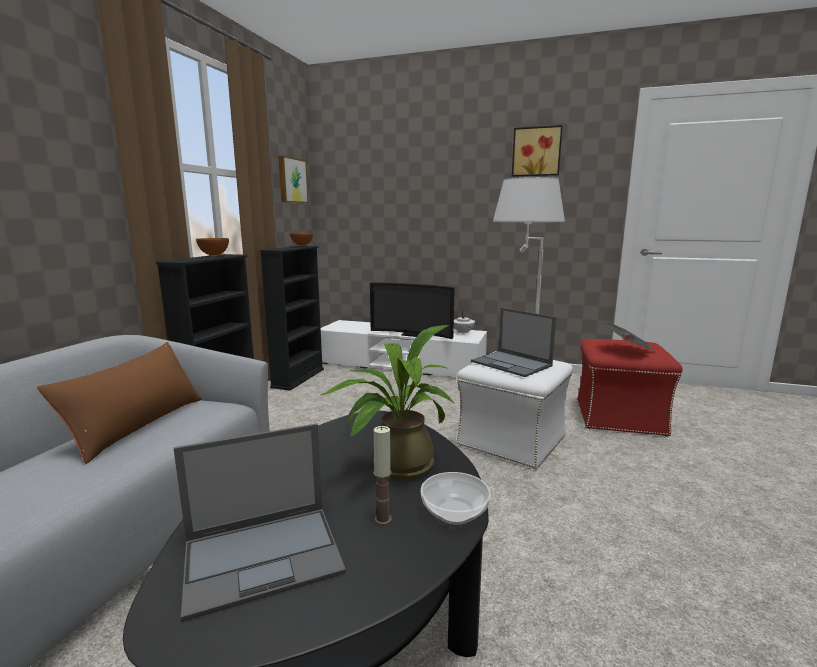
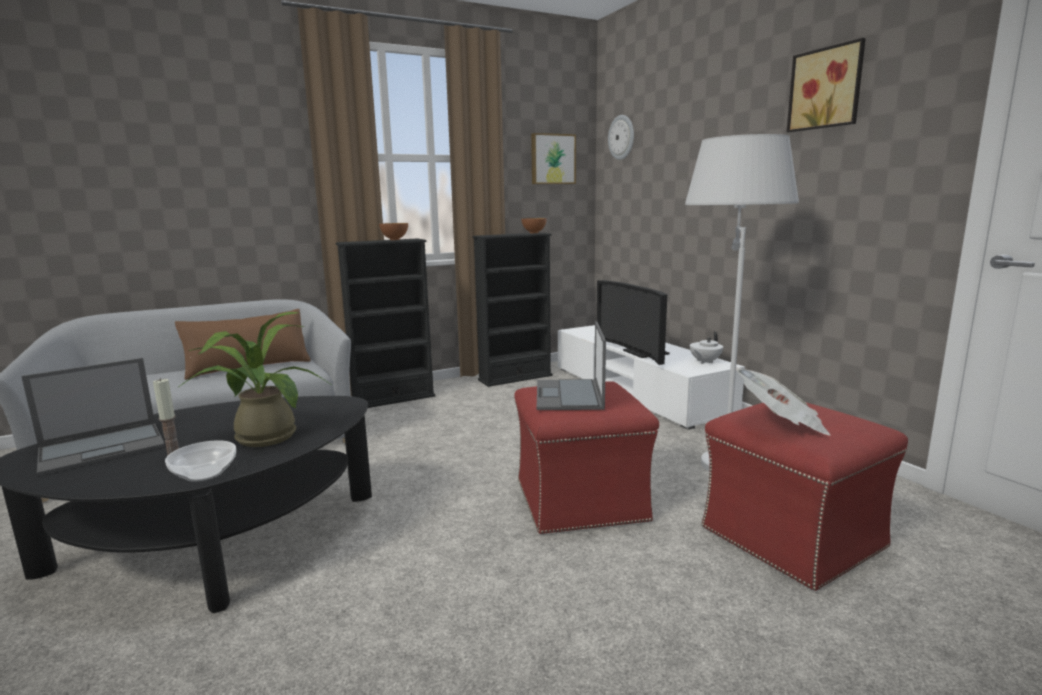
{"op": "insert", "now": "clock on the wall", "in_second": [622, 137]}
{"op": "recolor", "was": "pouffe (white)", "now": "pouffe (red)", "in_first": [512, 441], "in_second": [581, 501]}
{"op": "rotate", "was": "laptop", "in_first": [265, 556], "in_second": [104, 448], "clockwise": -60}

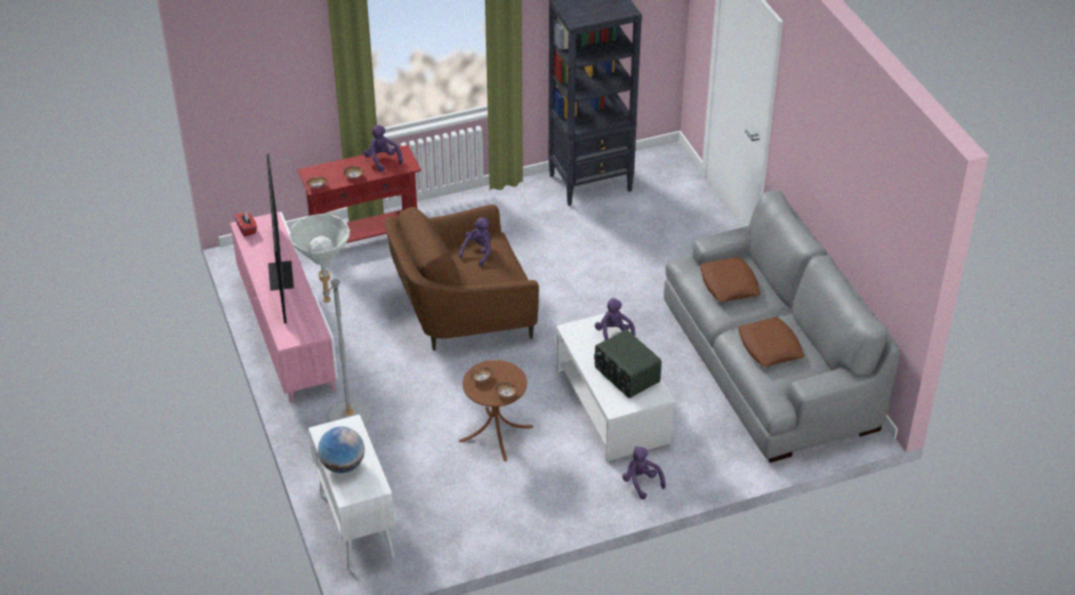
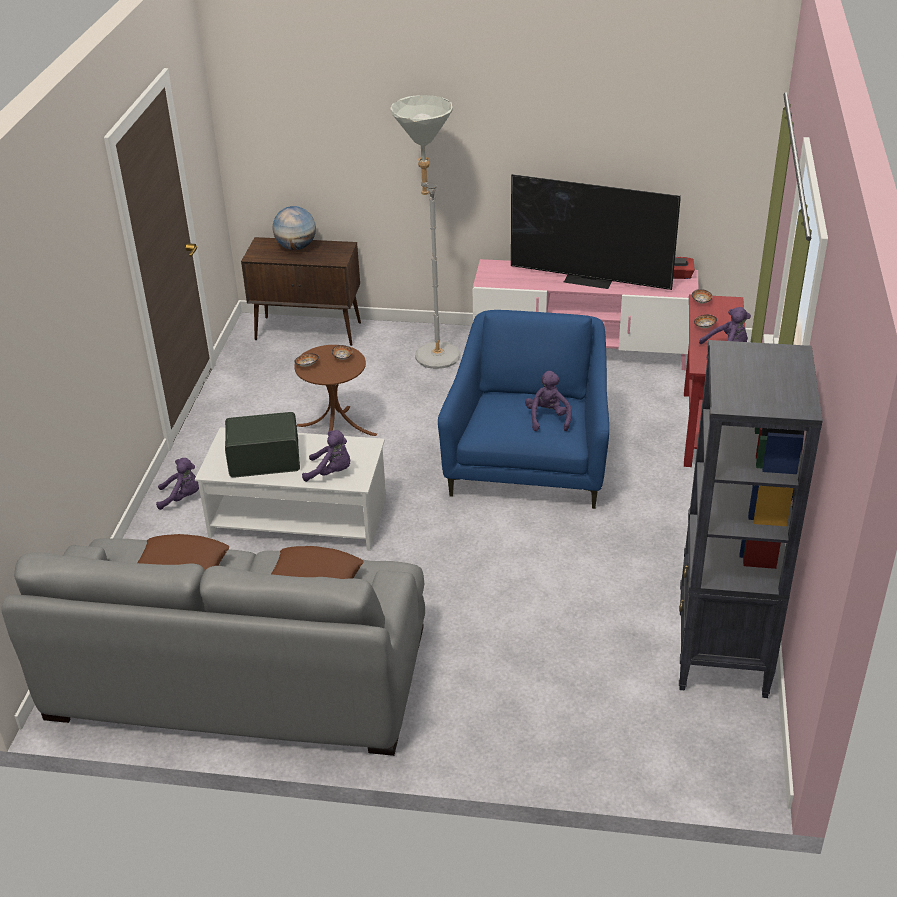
{"op": "recolor", "was": "storage cabinet (white)", "now": "storage cabinet (brown)", "in_first": [356, 524], "in_second": [309, 331]}
{"op": "recolor", "was": "lounge chair (brown)", "now": "lounge chair (bluish)", "in_first": [462, 313], "in_second": [529, 460]}
{"op": "rotate", "was": "plush toy (purplish)", "in_first": [478, 252], "in_second": [548, 418], "clockwise": -150}

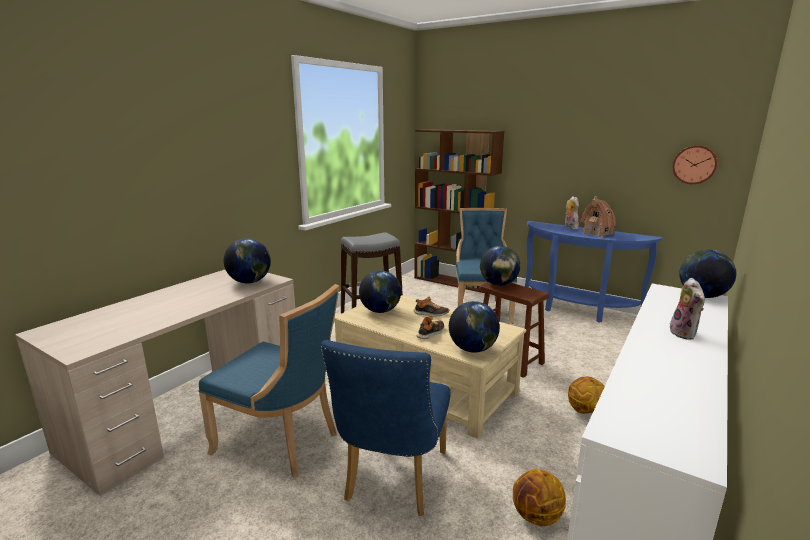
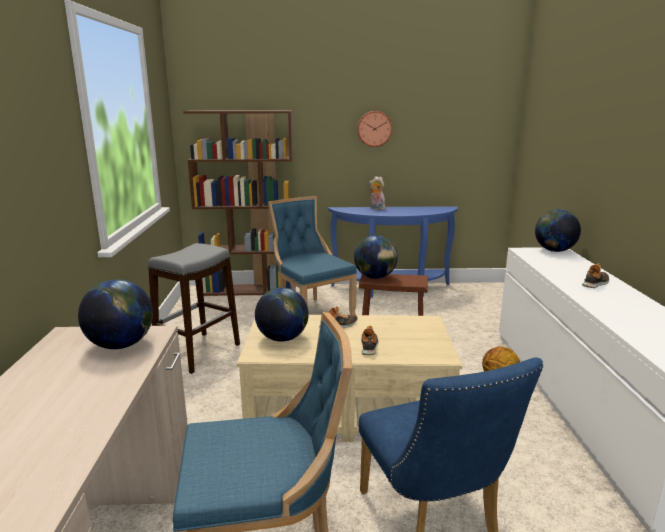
{"op": "delete", "was": "world globe", "in_first": [472, 349]}
{"op": "delete", "was": "basketball", "in_first": [536, 516]}
{"op": "delete", "was": "miniature house", "in_first": [597, 234]}
{"op": "move", "was": "clock on the wall", "in_first": [694, 164], "in_second": [374, 128]}
{"op": "replace", "was": "plush toy", "now": "item of footwear", "in_first": [685, 334], "in_second": [596, 283]}

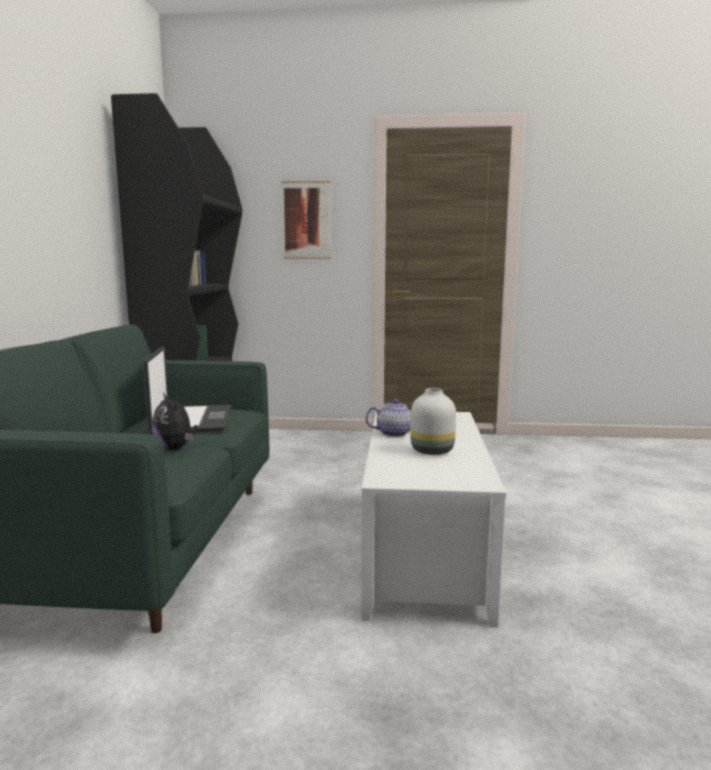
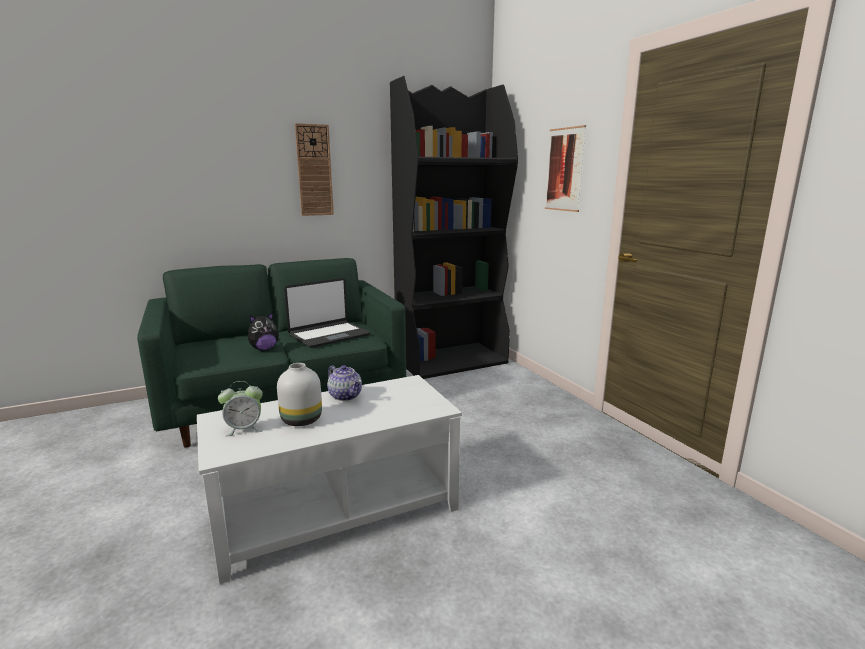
{"op": "insert", "now": "table clock", "in_second": [244, 429]}
{"op": "insert", "now": "clock on the wall", "in_second": [314, 170]}
{"op": "rotate", "was": "plush toy", "in_first": [176, 449], "in_second": [264, 349], "clockwise": -150}

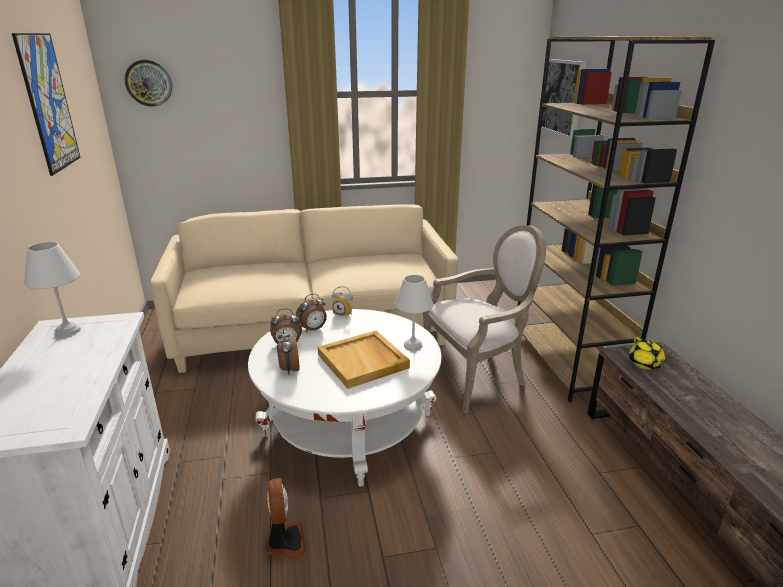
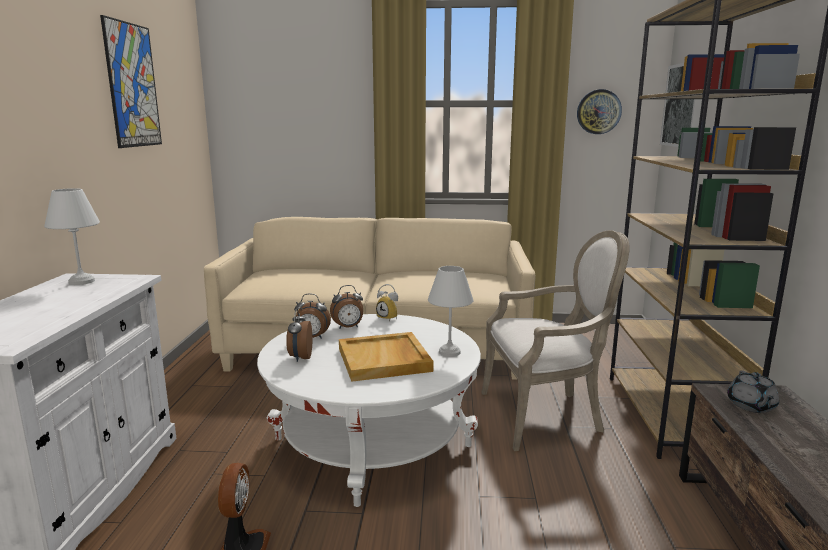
{"op": "move", "was": "clock on the wall", "in_first": [149, 83], "in_second": [598, 112]}
{"op": "recolor", "was": "tea pot (yellow)", "now": "tea pot (grey)", "in_first": [645, 364], "in_second": [751, 406]}

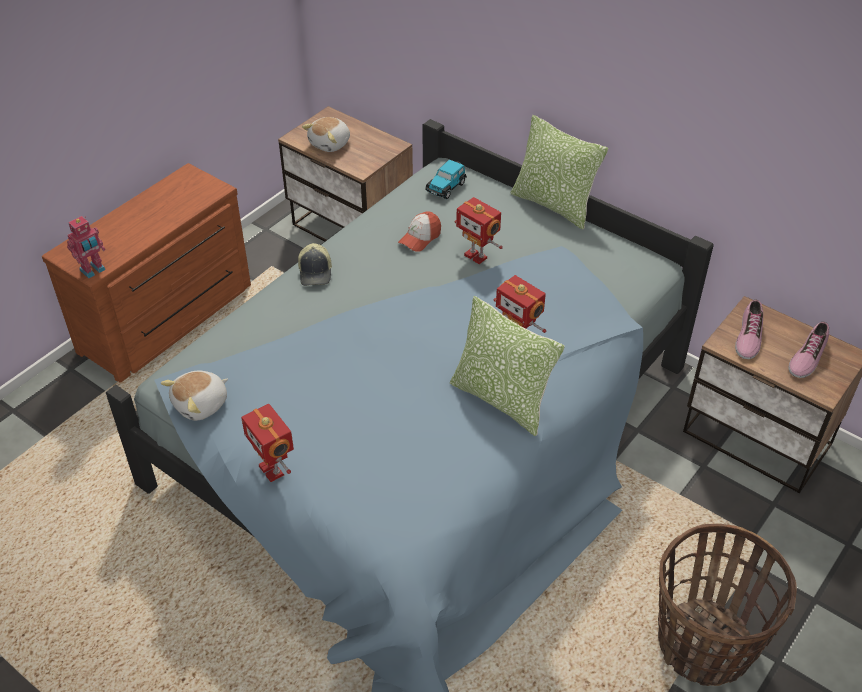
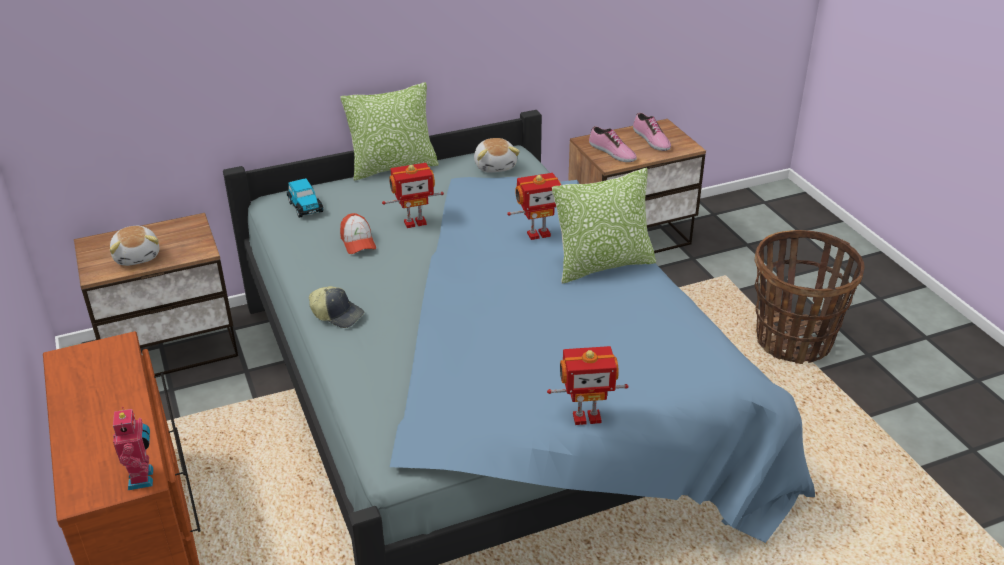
{"op": "move", "was": "plush toy", "in_first": [201, 404], "in_second": [495, 166]}

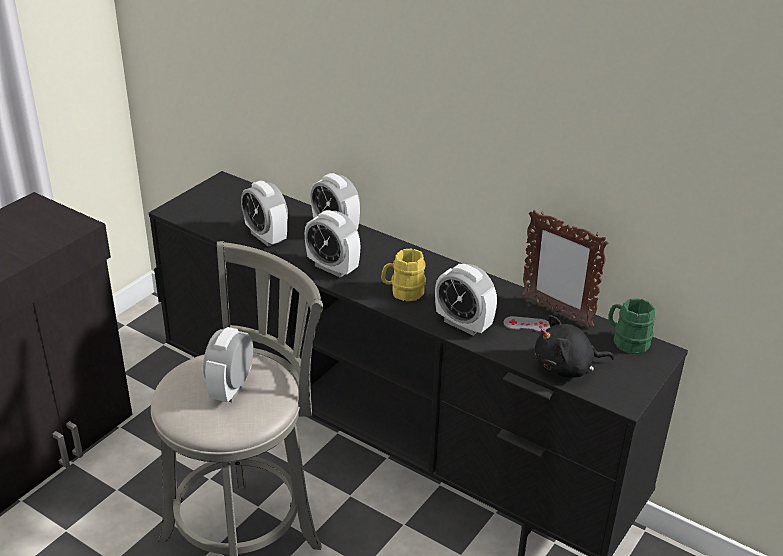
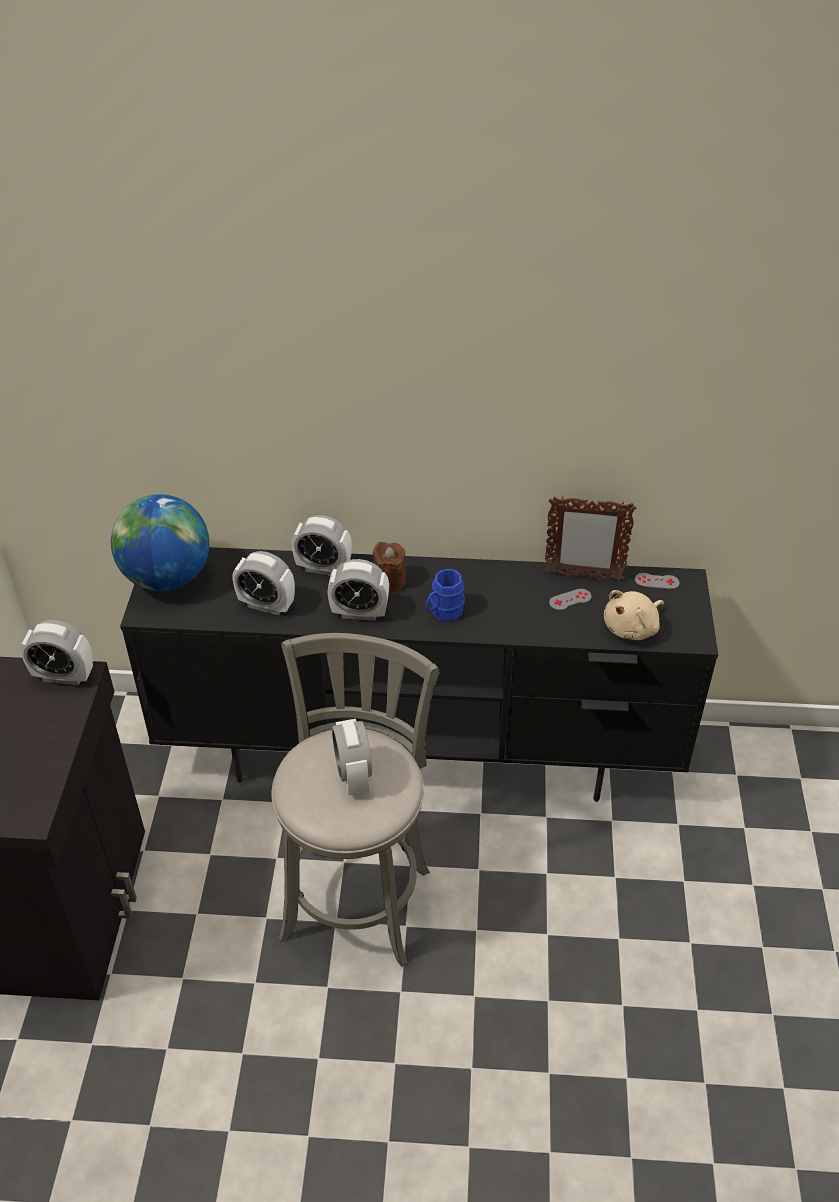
{"op": "insert", "now": "world globe", "in_second": [167, 578]}
{"op": "insert", "now": "wax light (brown)", "in_second": [389, 581]}
{"op": "move", "was": "table clock", "in_first": [463, 324], "in_second": [64, 676]}
{"op": "replace", "was": "mug (green)", "now": "gamepad (grey)", "in_first": [626, 341], "in_second": [656, 581]}
{"op": "recolor", "was": "mug (yellow)", "now": "mug (bluish)", "in_first": [403, 292], "in_second": [443, 612]}
{"op": "recolor", "was": "plush toy (blackish)", "now": "plush toy (sand-coloured)", "in_first": [566, 367], "in_second": [632, 628]}

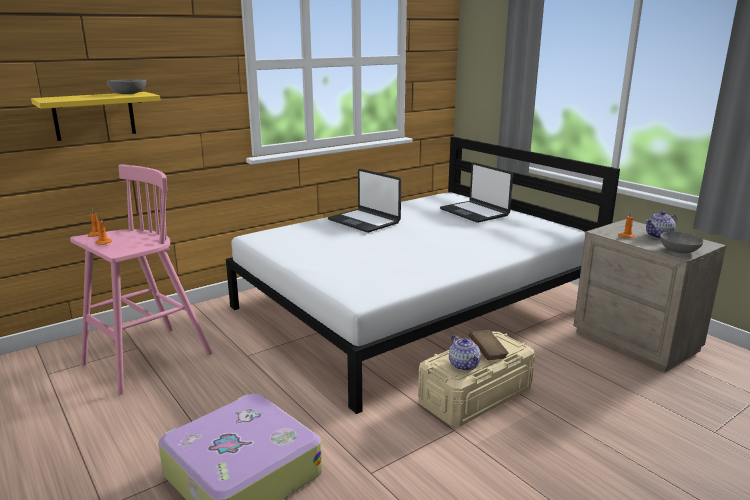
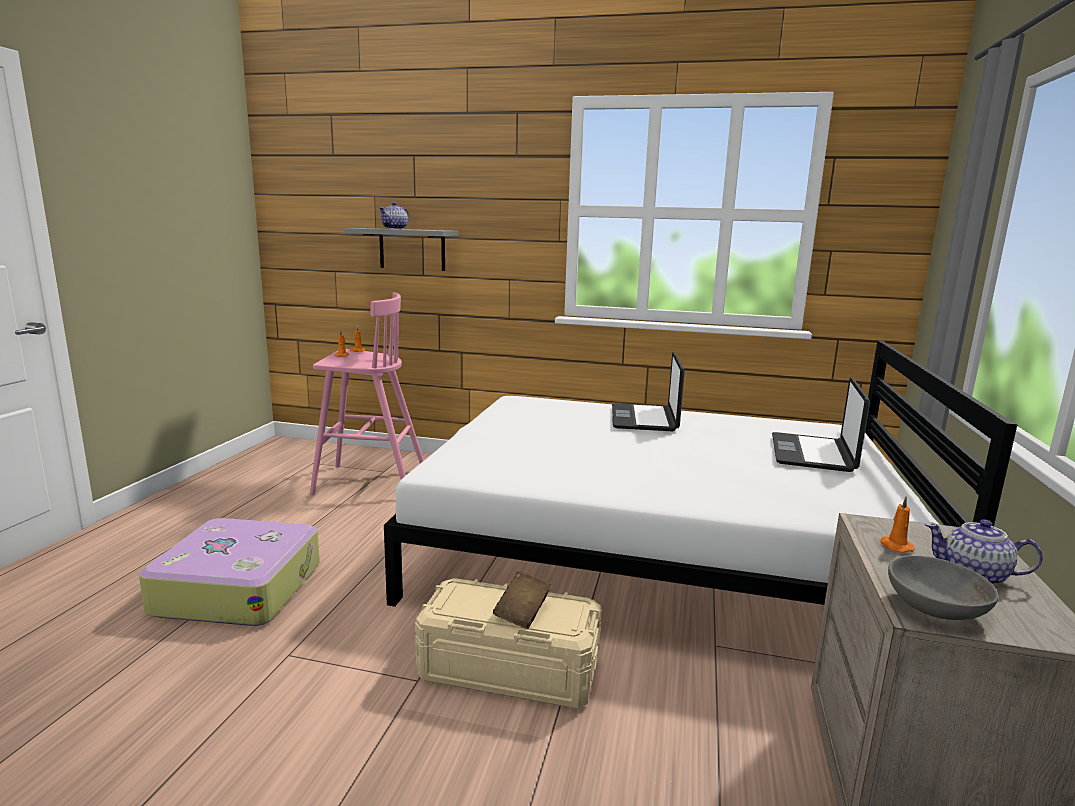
{"op": "delete", "was": "bowl (grey)", "in_first": [128, 94]}
{"op": "move", "was": "tea pot", "in_first": [464, 365], "in_second": [395, 228]}
{"op": "recolor", "was": "bracket shelf (yellow)", "now": "bracket shelf (grey)", "in_first": [94, 116], "in_second": [412, 249]}

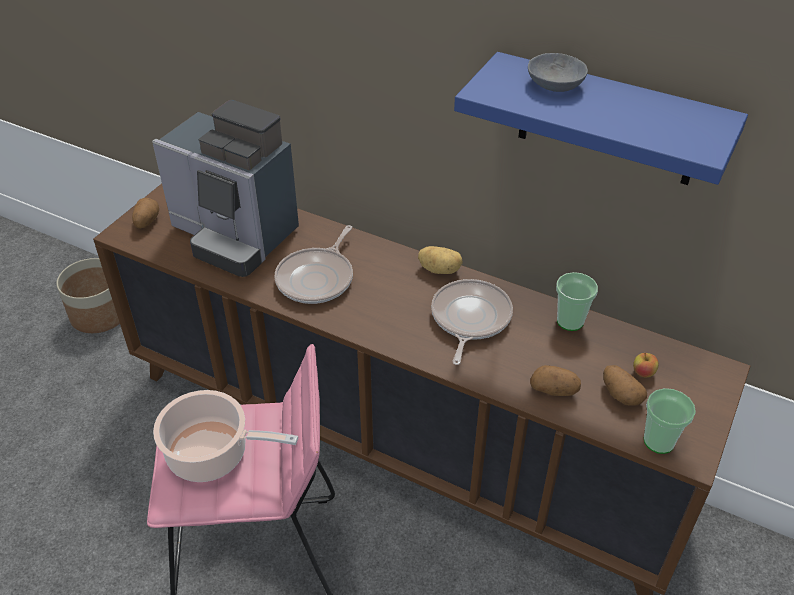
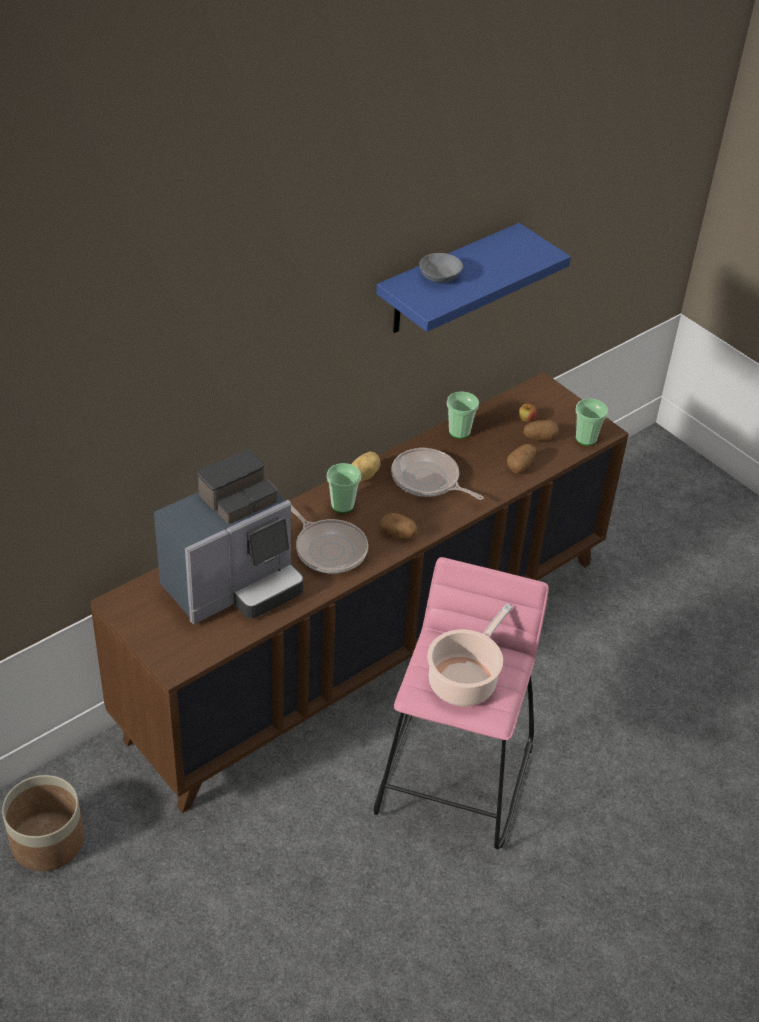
{"op": "insert", "now": "cup", "in_second": [342, 505]}
{"op": "move", "was": "whole potato", "in_first": [146, 222], "in_second": [398, 534]}

